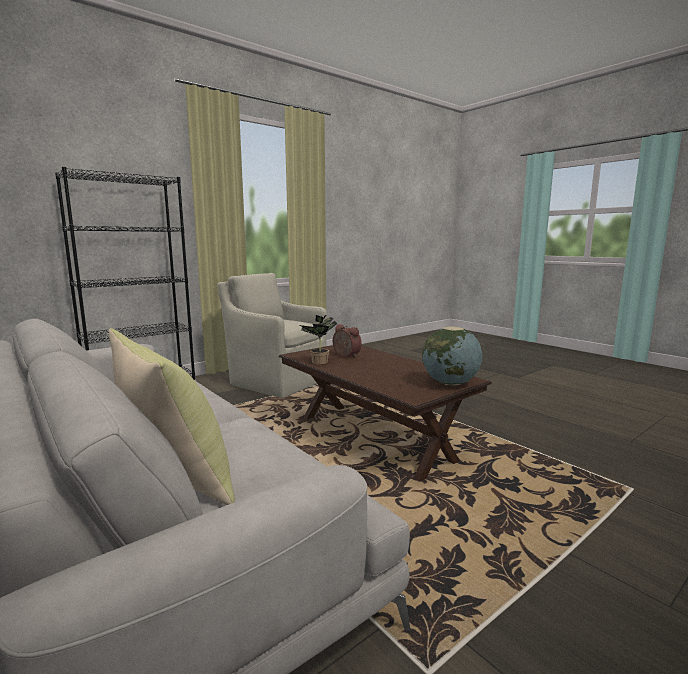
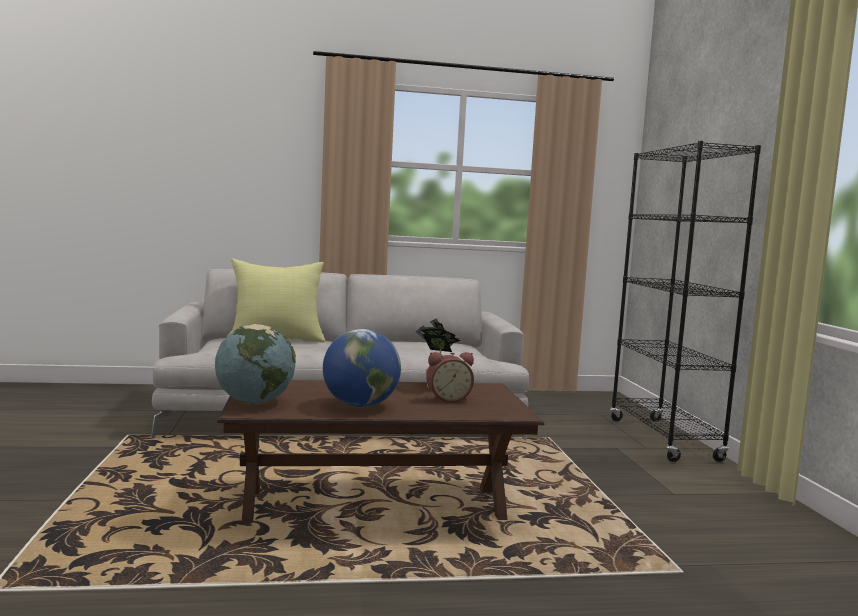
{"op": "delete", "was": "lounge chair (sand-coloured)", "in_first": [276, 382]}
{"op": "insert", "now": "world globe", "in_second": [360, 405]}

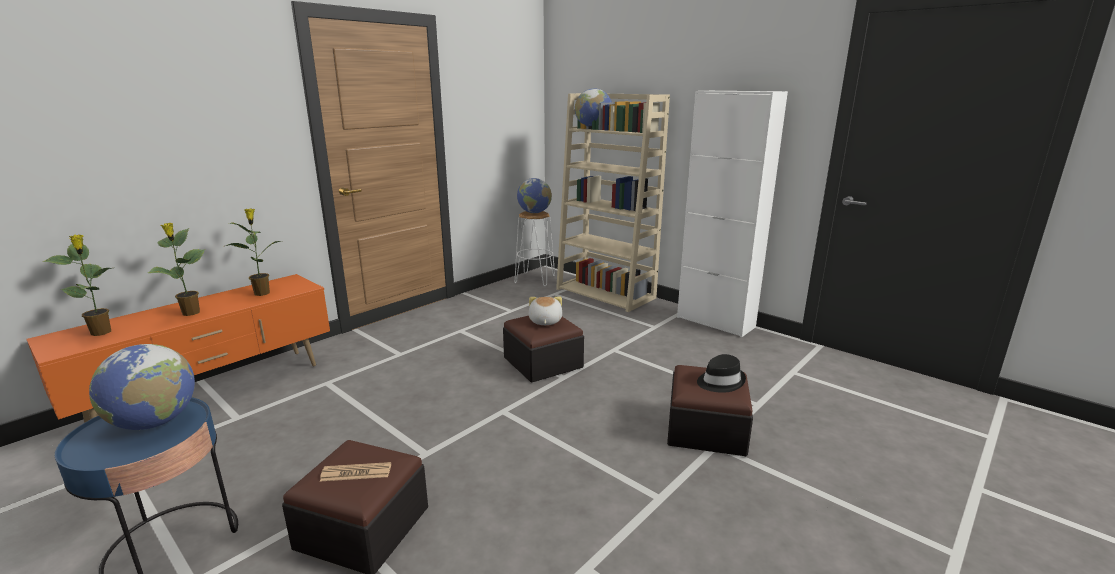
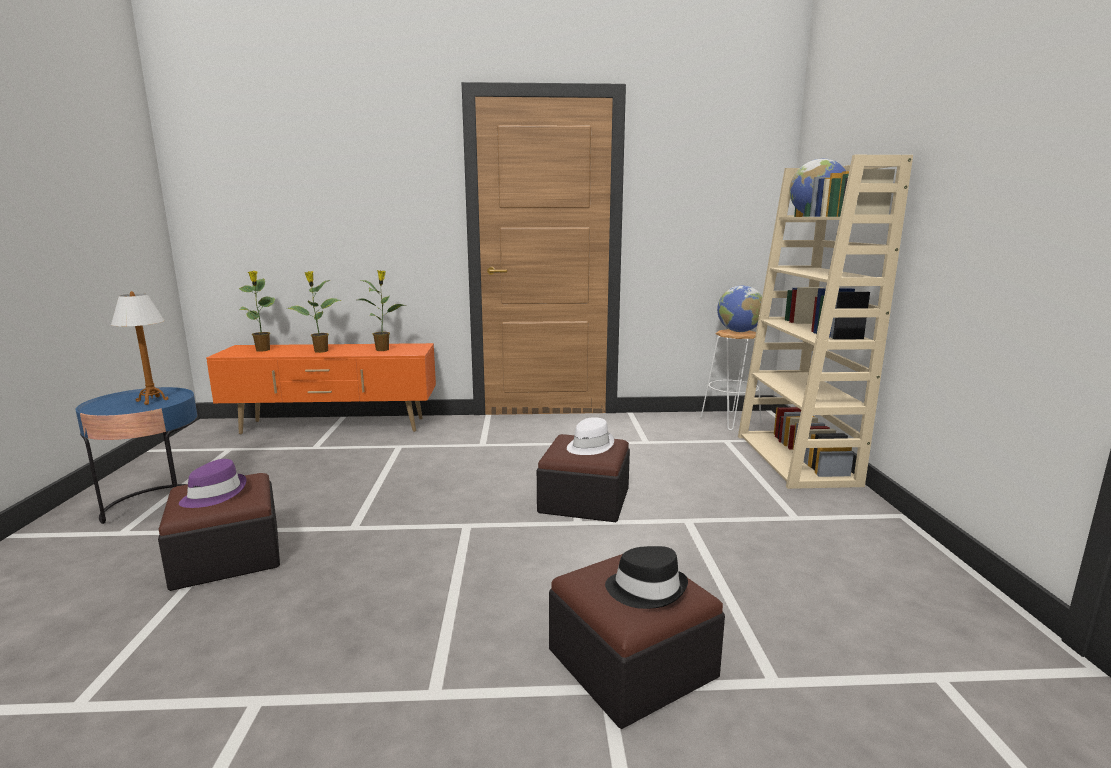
{"op": "delete", "was": "storage cabinet (white)", "in_first": [715, 322]}
{"op": "replace", "was": "world globe", "now": "table lamp", "in_first": [155, 422], "in_second": [152, 400]}
{"op": "replace", "was": "printed paper", "now": "wearable hat (purplish)", "in_first": [356, 473], "in_second": [214, 494]}
{"op": "replace", "was": "plush toy", "now": "wearable hat (white)", "in_first": [544, 321], "in_second": [589, 446]}

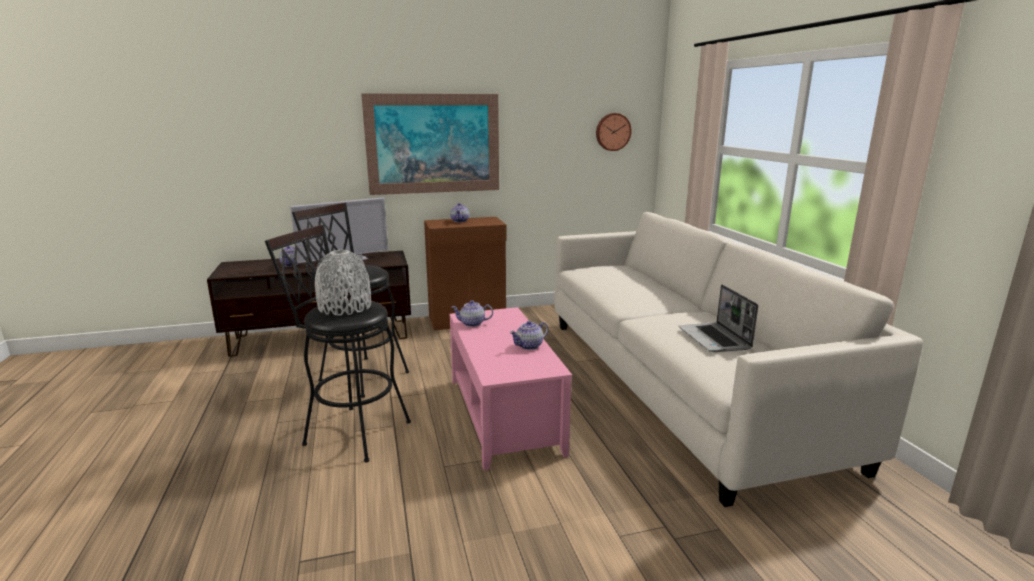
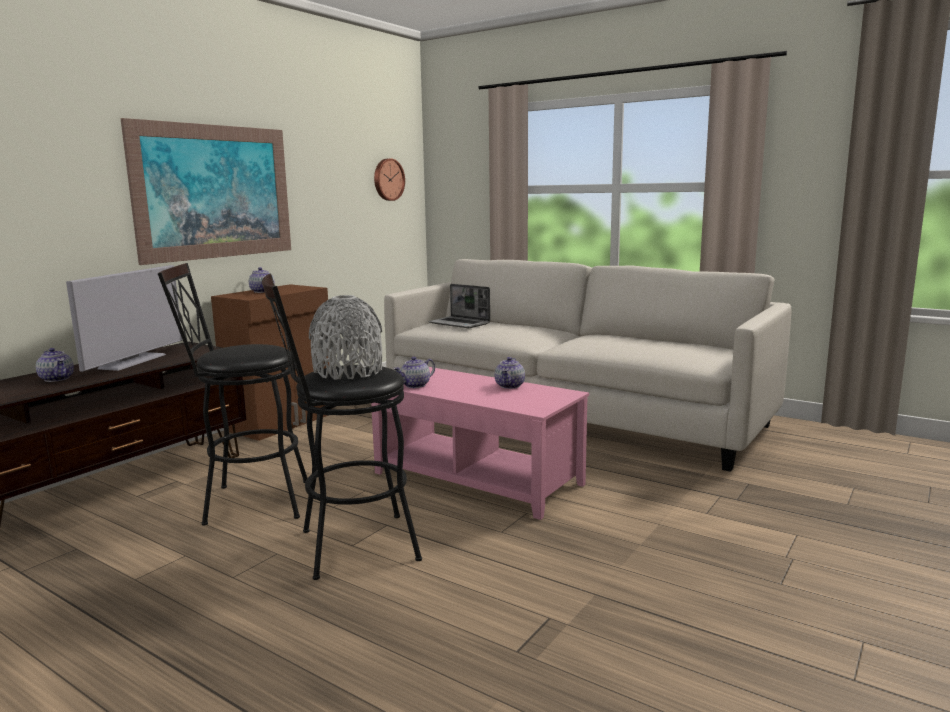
{"op": "move", "was": "laptop", "in_first": [715, 339], "in_second": [460, 323]}

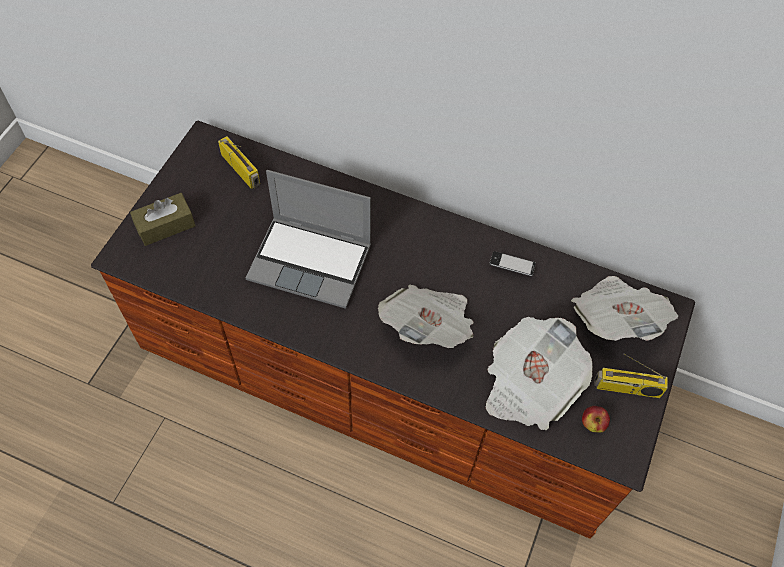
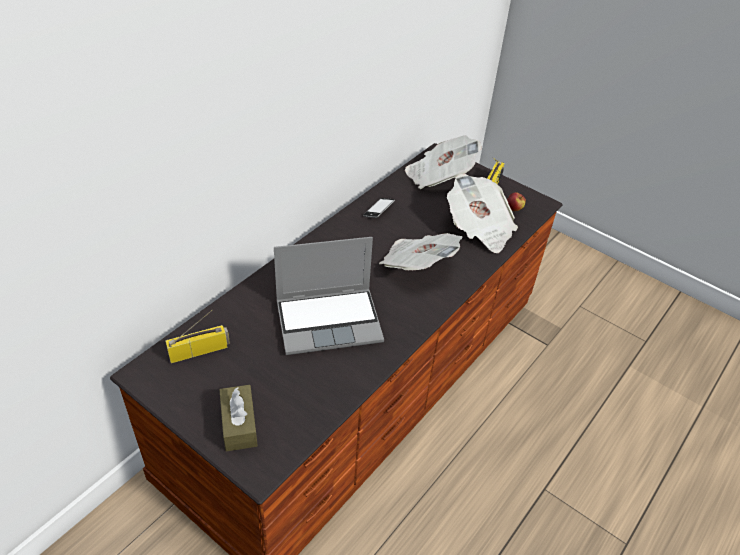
{"op": "rotate", "was": "laptop", "in_first": [312, 262], "in_second": [330, 321], "clockwise": 45}

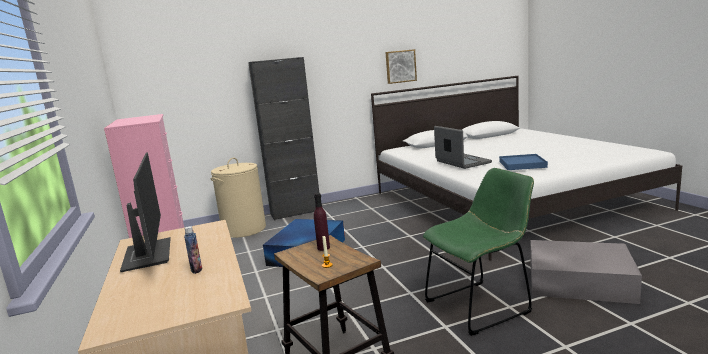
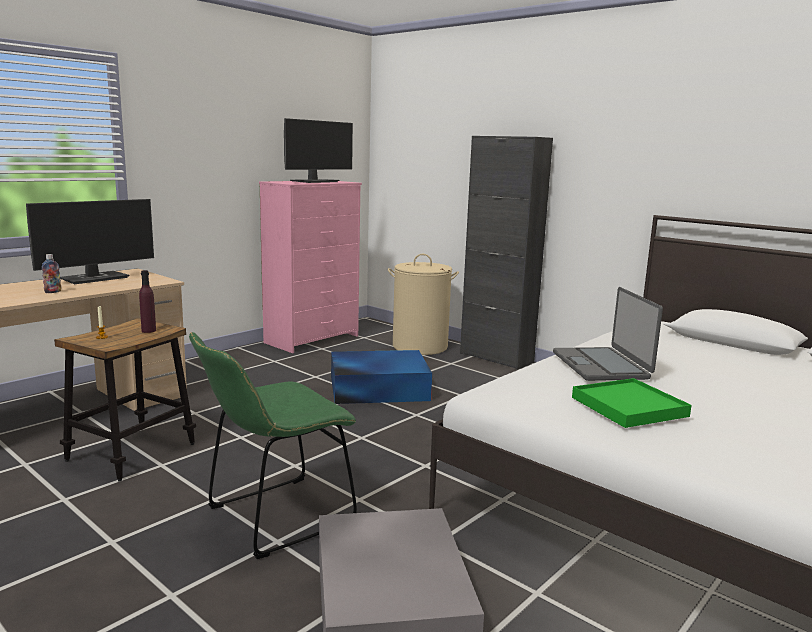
{"op": "delete", "was": "wall picture", "in_first": [400, 66]}
{"op": "insert", "now": "monitor", "in_second": [315, 181]}
{"op": "recolor", "was": "carrying tray (bluish)", "now": "carrying tray (green)", "in_first": [522, 164], "in_second": [629, 407]}
{"op": "rotate", "was": "upright chair (green)", "in_first": [481, 305], "in_second": [274, 518], "clockwise": 105}
{"op": "rotate", "was": "laptop", "in_first": [462, 162], "in_second": [601, 365], "clockwise": 135}

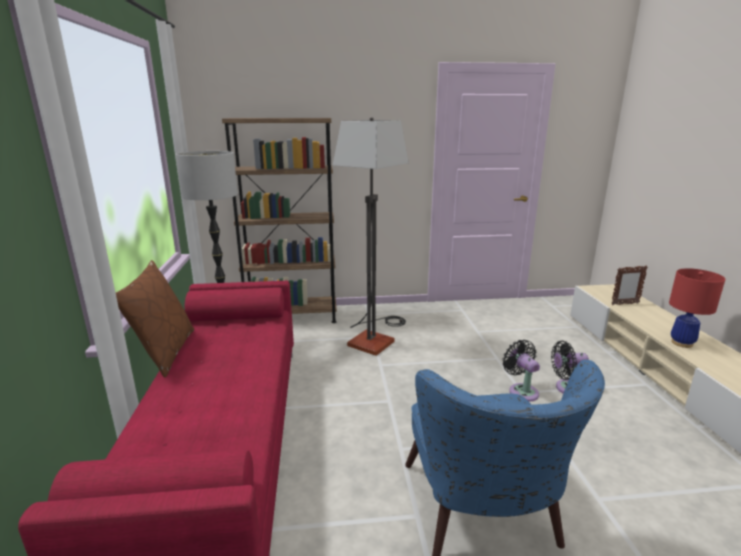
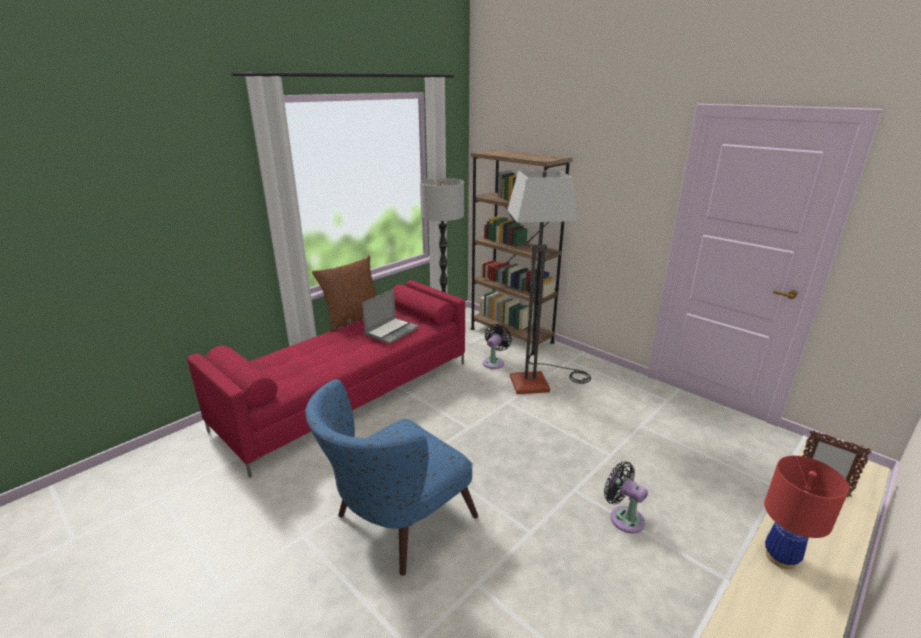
{"op": "insert", "now": "laptop", "in_second": [391, 331]}
{"op": "move", "was": "cooling fan (blackish)", "in_first": [521, 391], "in_second": [494, 362]}

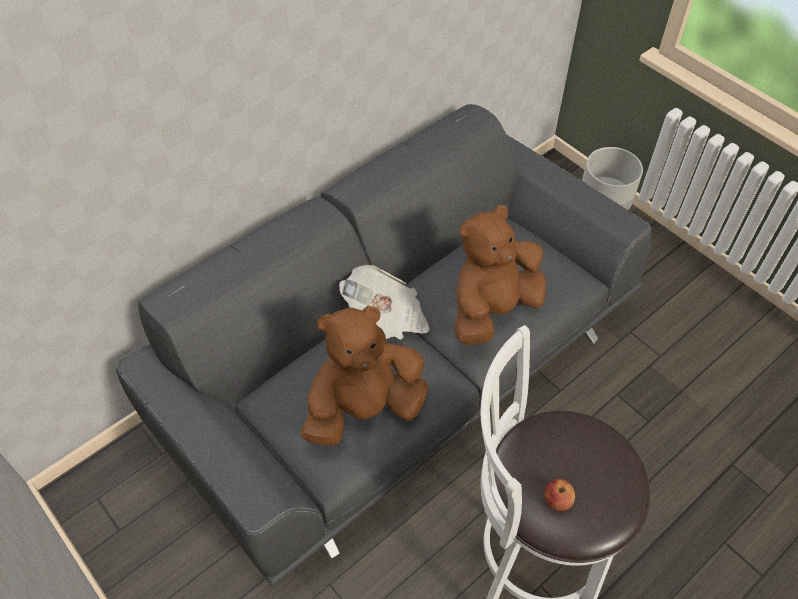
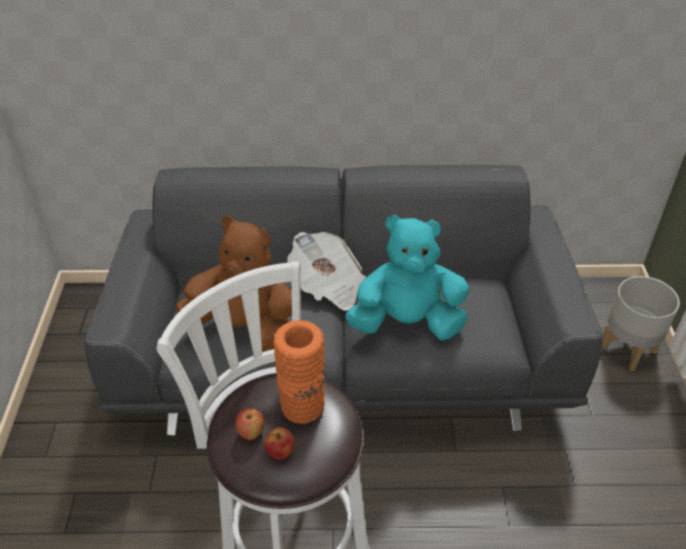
{"op": "insert", "now": "whole apple", "in_second": [280, 452]}
{"op": "insert", "now": "flower vase (orange-coloured)", "in_second": [302, 405]}
{"op": "recolor", "was": "plush toy (brown)", "now": "plush toy (blue-green)", "in_first": [492, 309], "in_second": [407, 323]}

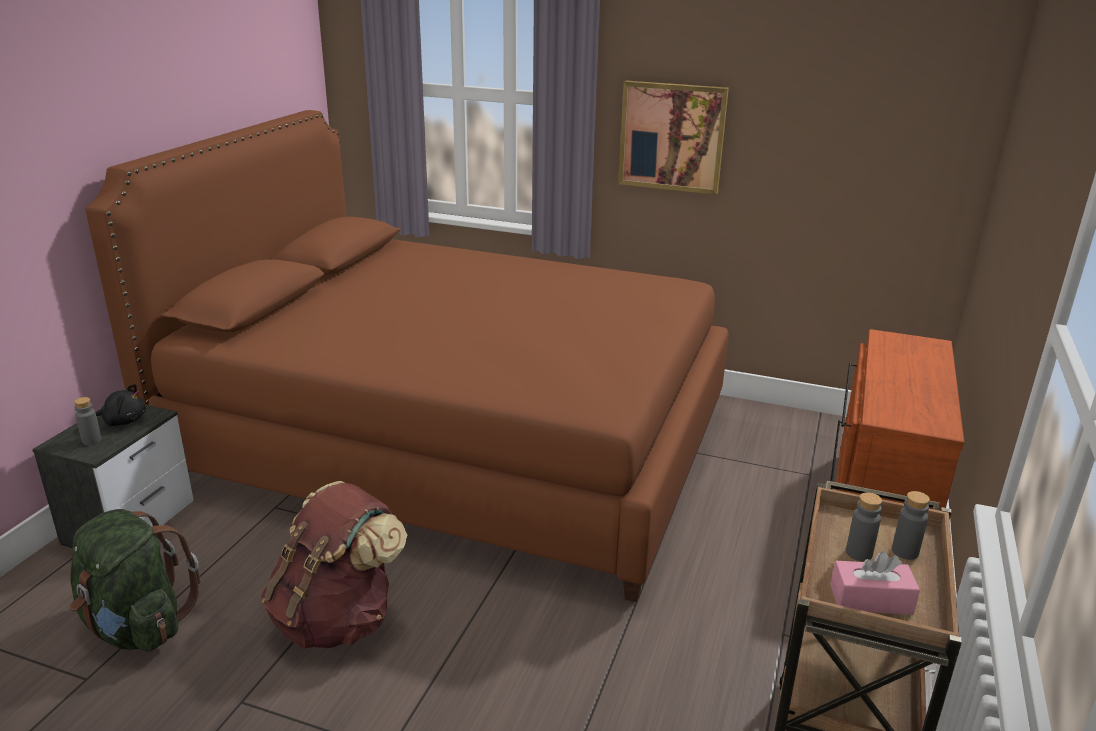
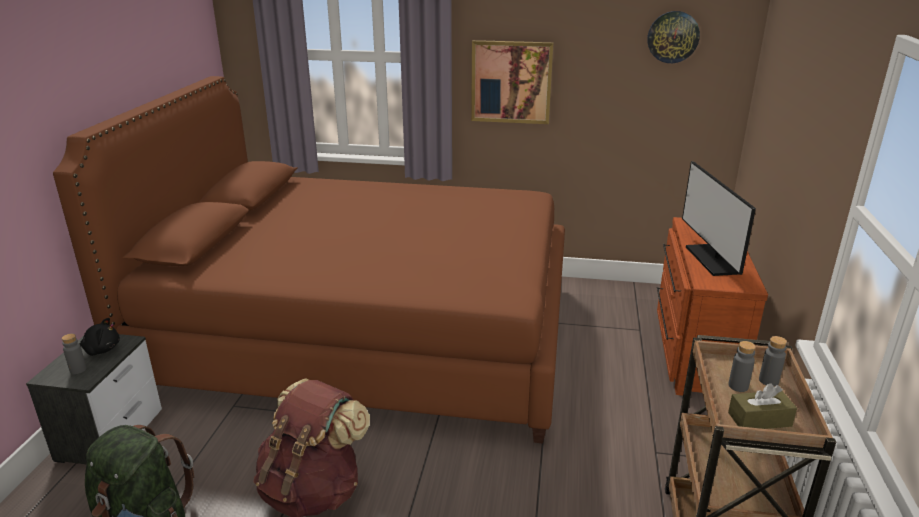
{"op": "insert", "now": "clock on the wall", "in_second": [673, 37]}
{"op": "insert", "now": "monitor", "in_second": [713, 260]}
{"op": "recolor", "was": "box of tissues (pink-coloured)", "now": "box of tissues (brown)", "in_first": [871, 599], "in_second": [759, 419]}

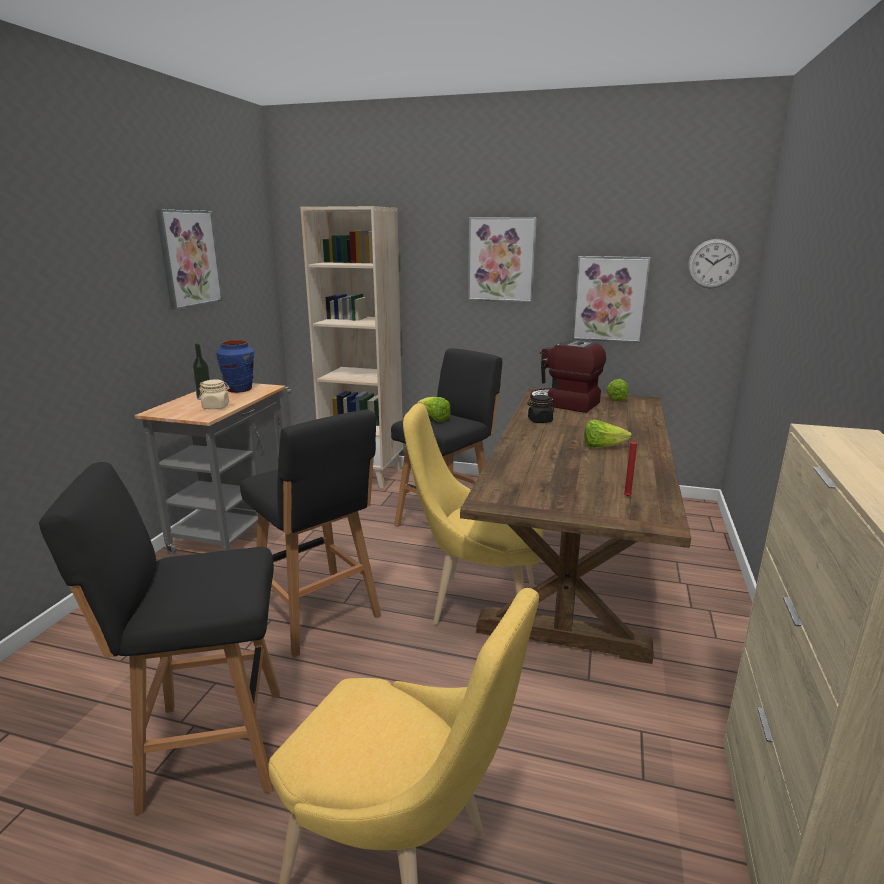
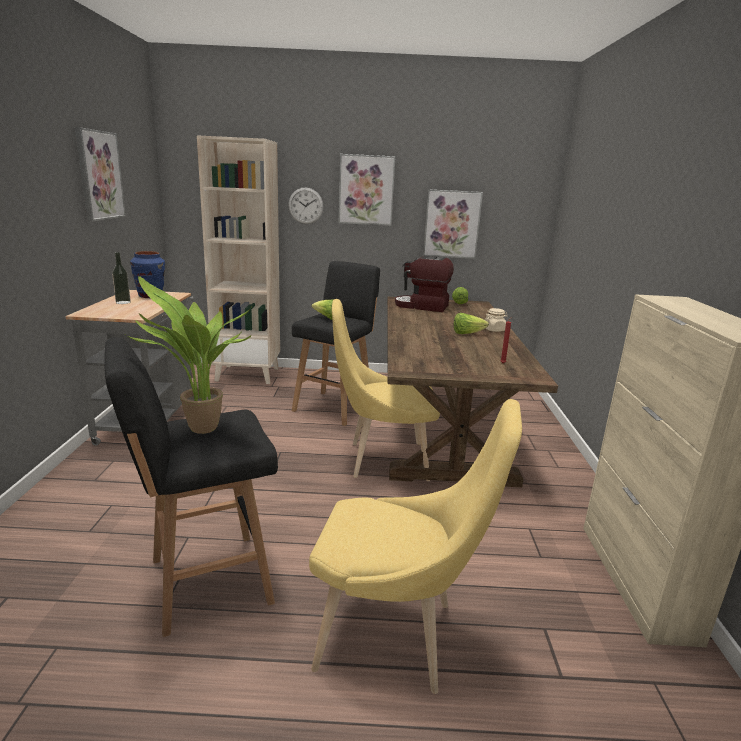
{"op": "delete", "was": "stool (blackish)", "in_first": [319, 616]}
{"op": "delete", "was": "preserve jar (blackish)", "in_first": [539, 420]}
{"op": "insert", "now": "houseplant", "in_second": [199, 430]}
{"op": "move", "was": "preserve jar (sand-coloured)", "in_first": [216, 407], "in_second": [494, 330]}
{"op": "move", "was": "clock on the wall", "in_first": [713, 263], "in_second": [305, 206]}

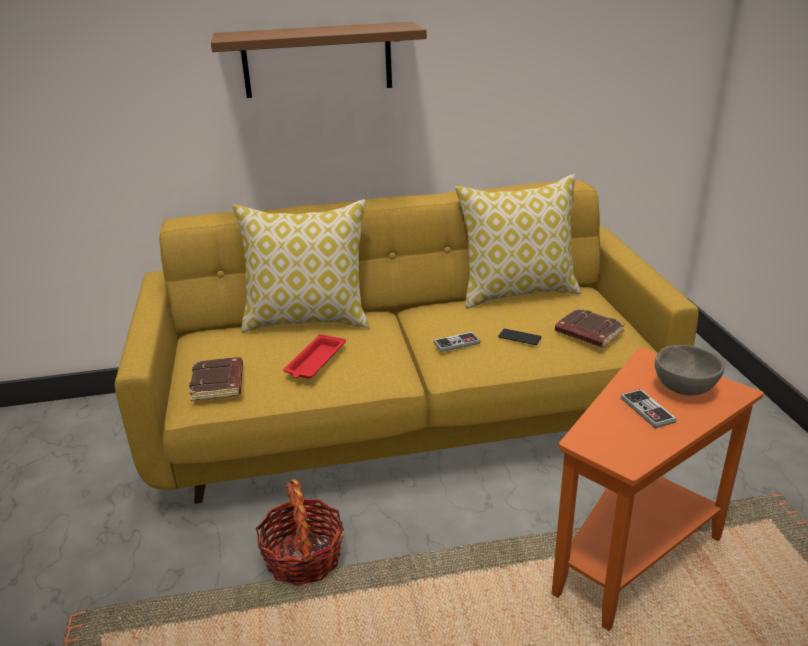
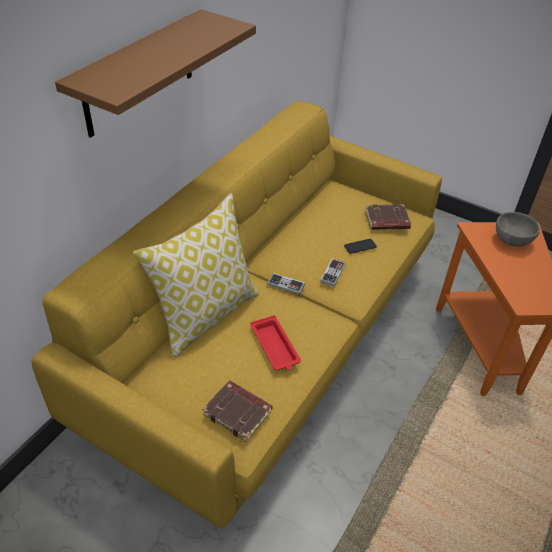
{"op": "delete", "was": "basket", "in_first": [303, 558]}
{"op": "delete", "was": "cushion", "in_first": [518, 292]}
{"op": "move", "was": "gamepad", "in_first": [647, 410], "in_second": [286, 284]}

